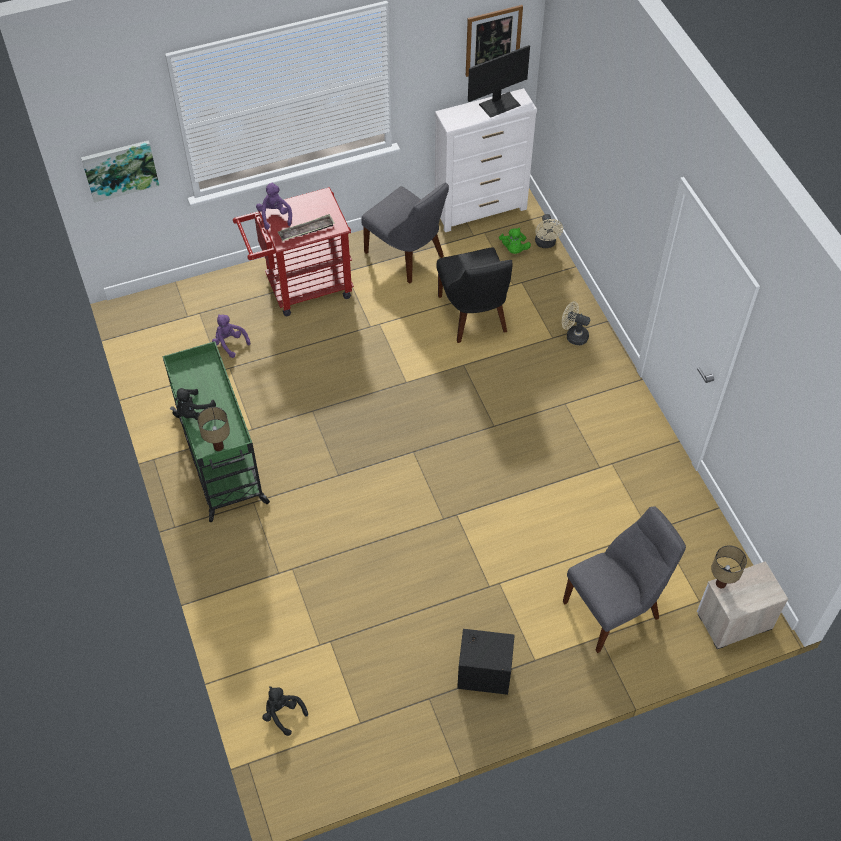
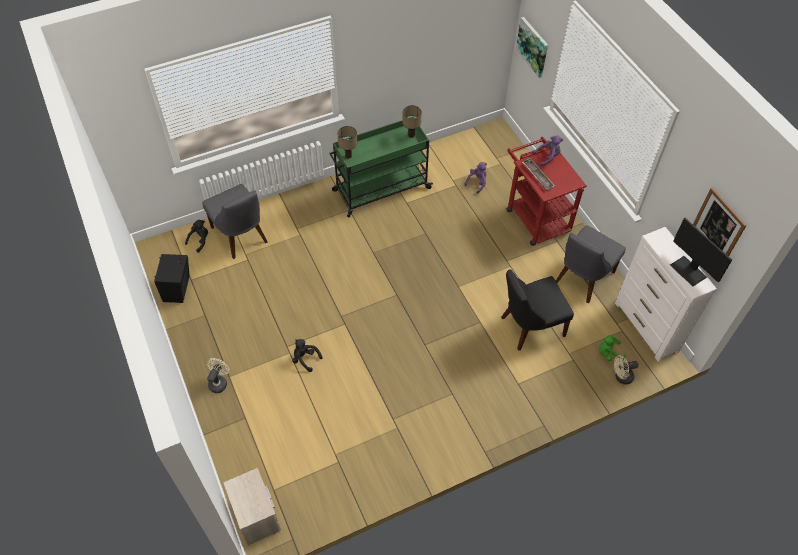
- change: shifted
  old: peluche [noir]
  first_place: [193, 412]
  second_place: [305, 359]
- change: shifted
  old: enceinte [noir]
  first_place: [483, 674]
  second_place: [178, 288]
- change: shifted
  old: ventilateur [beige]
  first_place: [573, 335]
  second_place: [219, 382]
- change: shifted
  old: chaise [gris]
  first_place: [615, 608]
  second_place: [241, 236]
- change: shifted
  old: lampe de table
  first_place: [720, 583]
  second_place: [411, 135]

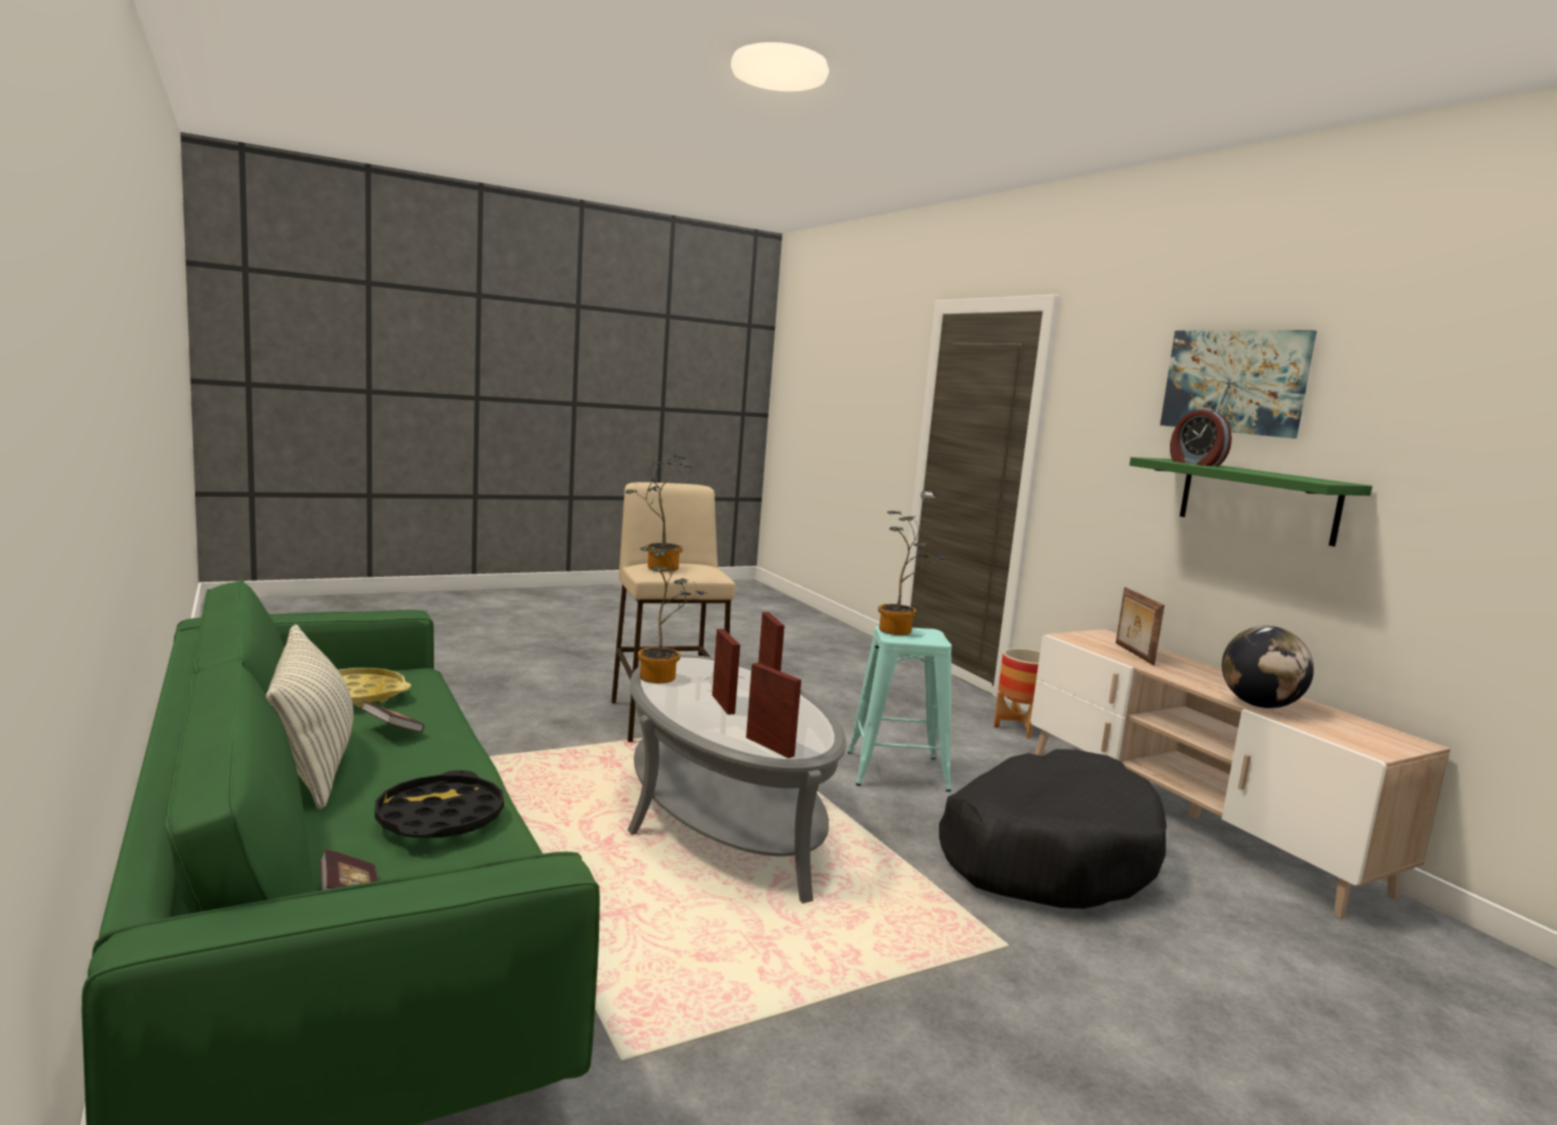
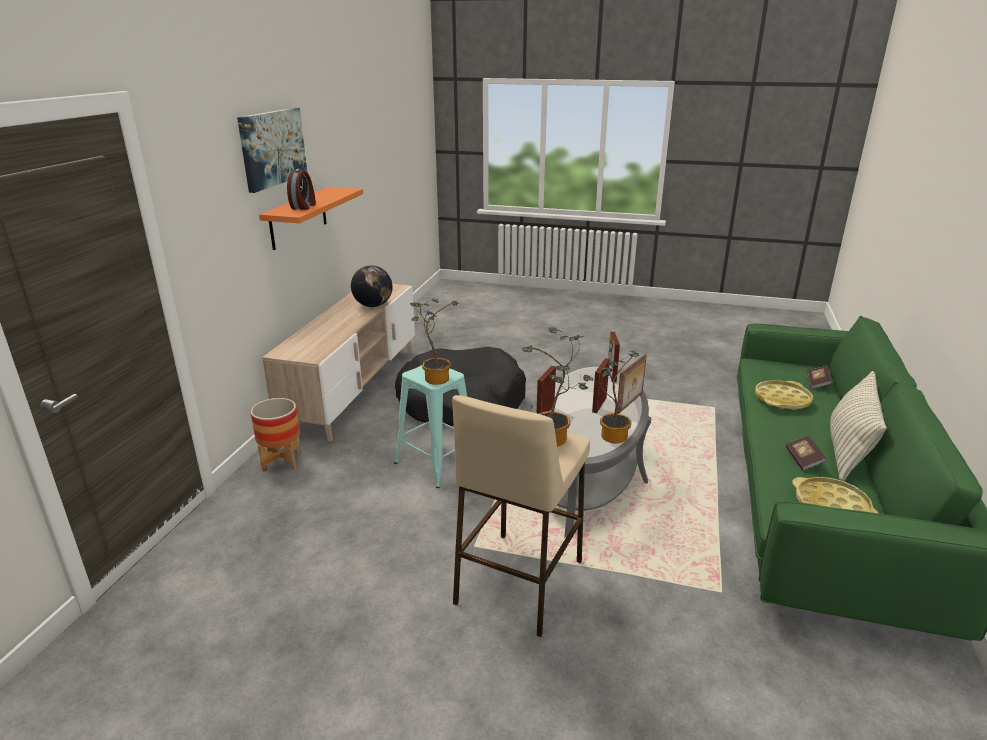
- change: shifted
  old: cadre photo
  first_place: [1132, 653]
  second_place: [630, 404]
- change: repainted
  old: plateau [noir]
  new: plateau [jaune]
  first_place: [440, 817]
  second_place: [782, 399]
- change: repainted
  old: étagère [vert]
  new: étagère [orange]
  first_place: [1257, 500]
  second_place: [298, 217]

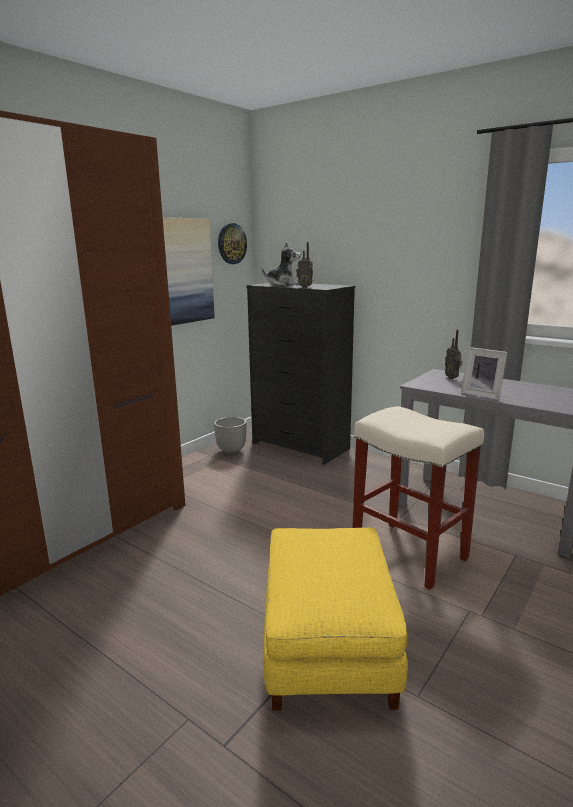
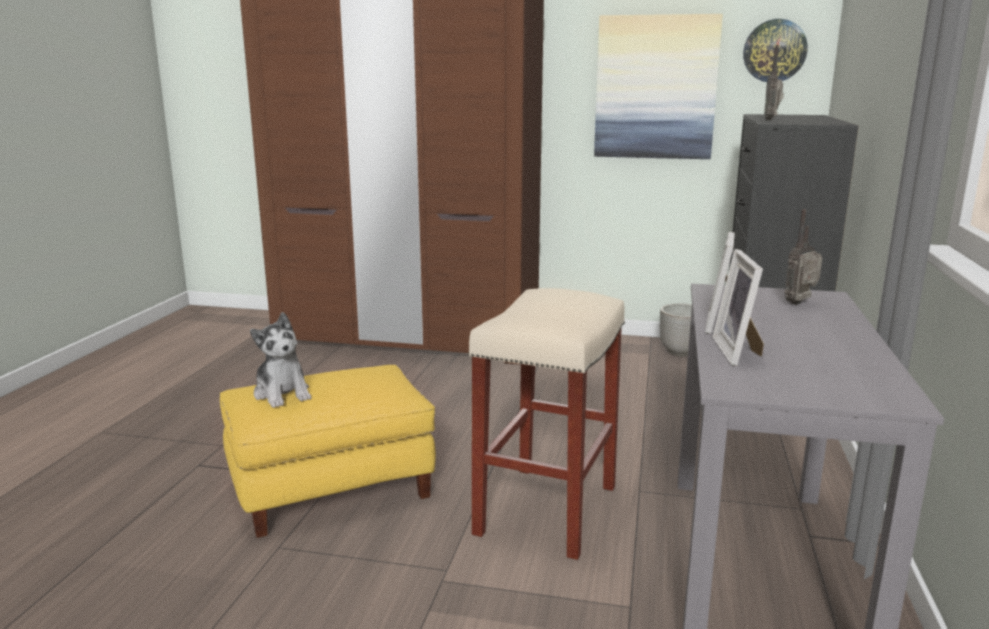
- change: new
  new: cadre photo
  second_place: [739, 351]
- change: shifted
  old: peluche
  first_place: [283, 284]
  second_place: [282, 393]

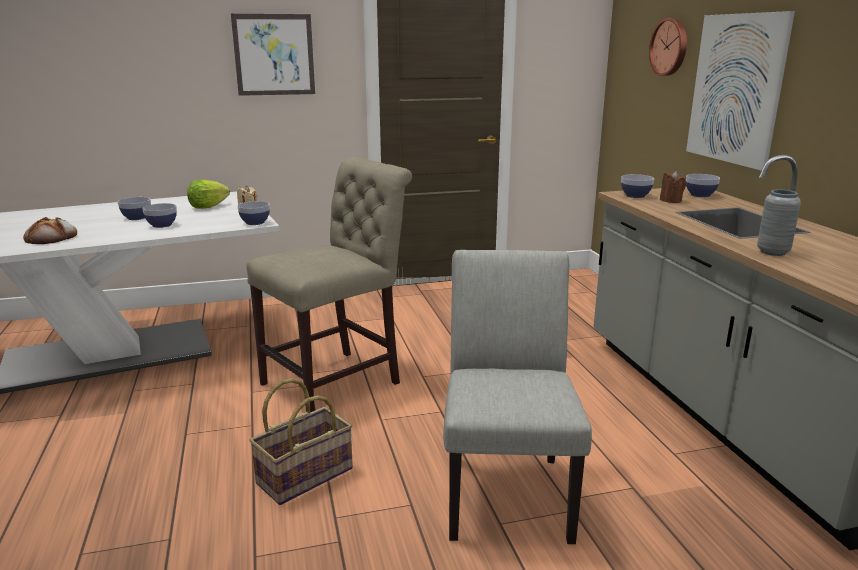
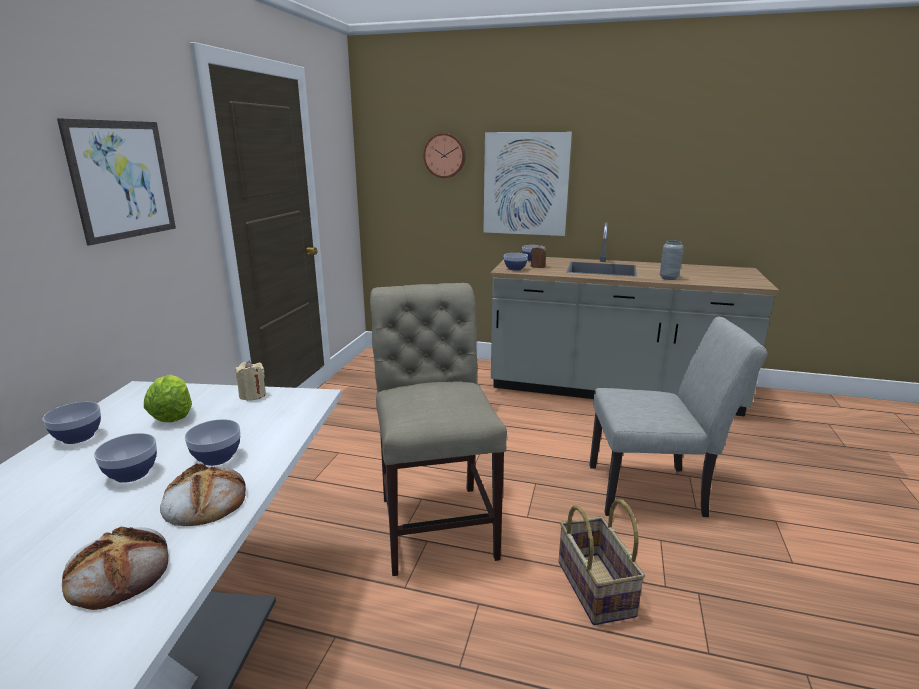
- change: new
  new: pain
  second_place: [204, 501]
- change: shifted
  old: bol
  first_place: [255, 222]
  second_place: [78, 437]
- change: rotated
  old: chaise [gris]
  first_place: [507, 488]
  second_place: [655, 491]
  degrees: 150

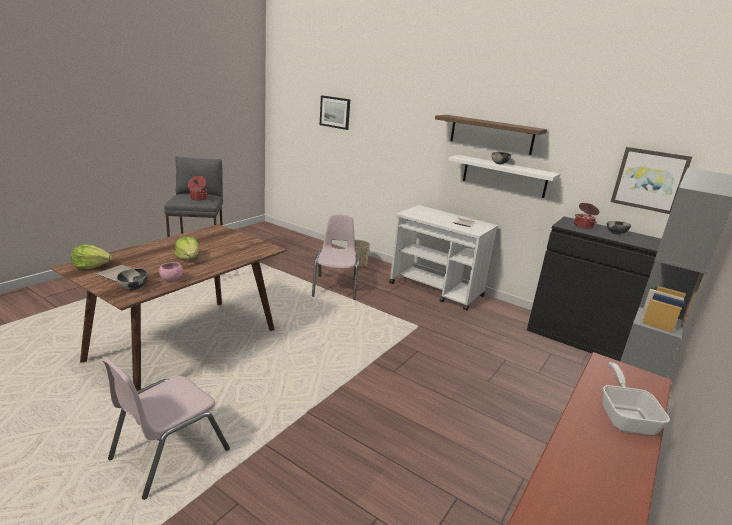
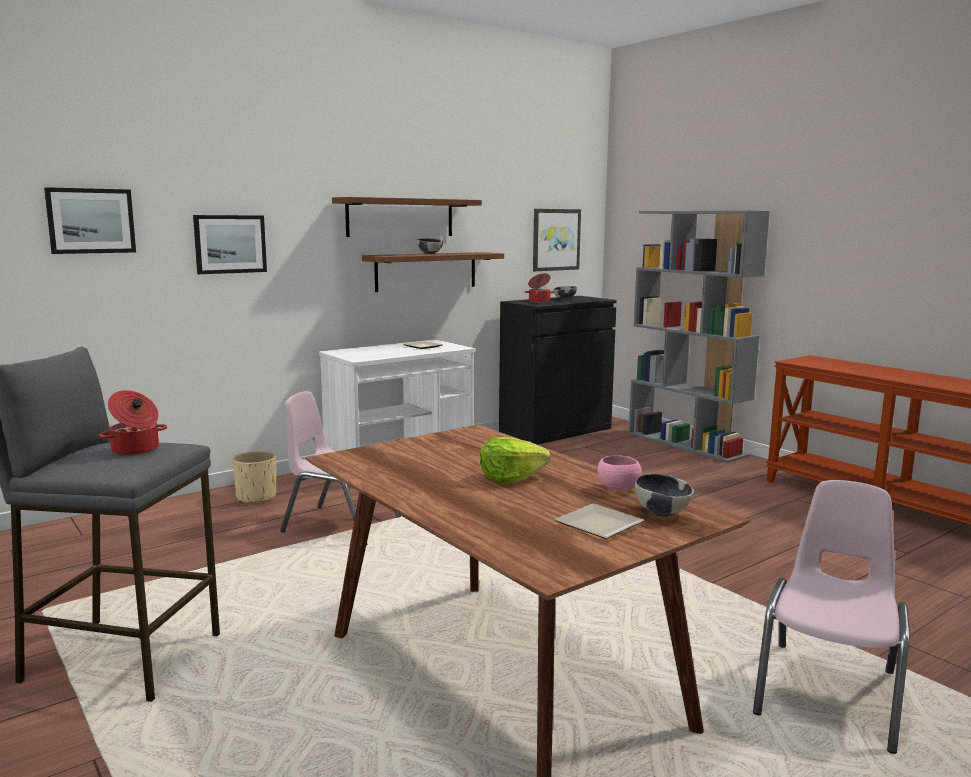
- change: gone
  old: laitue
  first_place: [91, 266]
- change: gone
  old: poêle
  first_place: [625, 416]
- change: new
  new: tableau
  second_place: [230, 244]
- change: repainted
  old: étagère [blanc]
  new: étagère [marron]
  first_place: [504, 176]
  second_place: [426, 271]
- change: rotated
  old: chaise [rose]
  first_place: [168, 454]
  second_place: [829, 693]
  degrees: -120

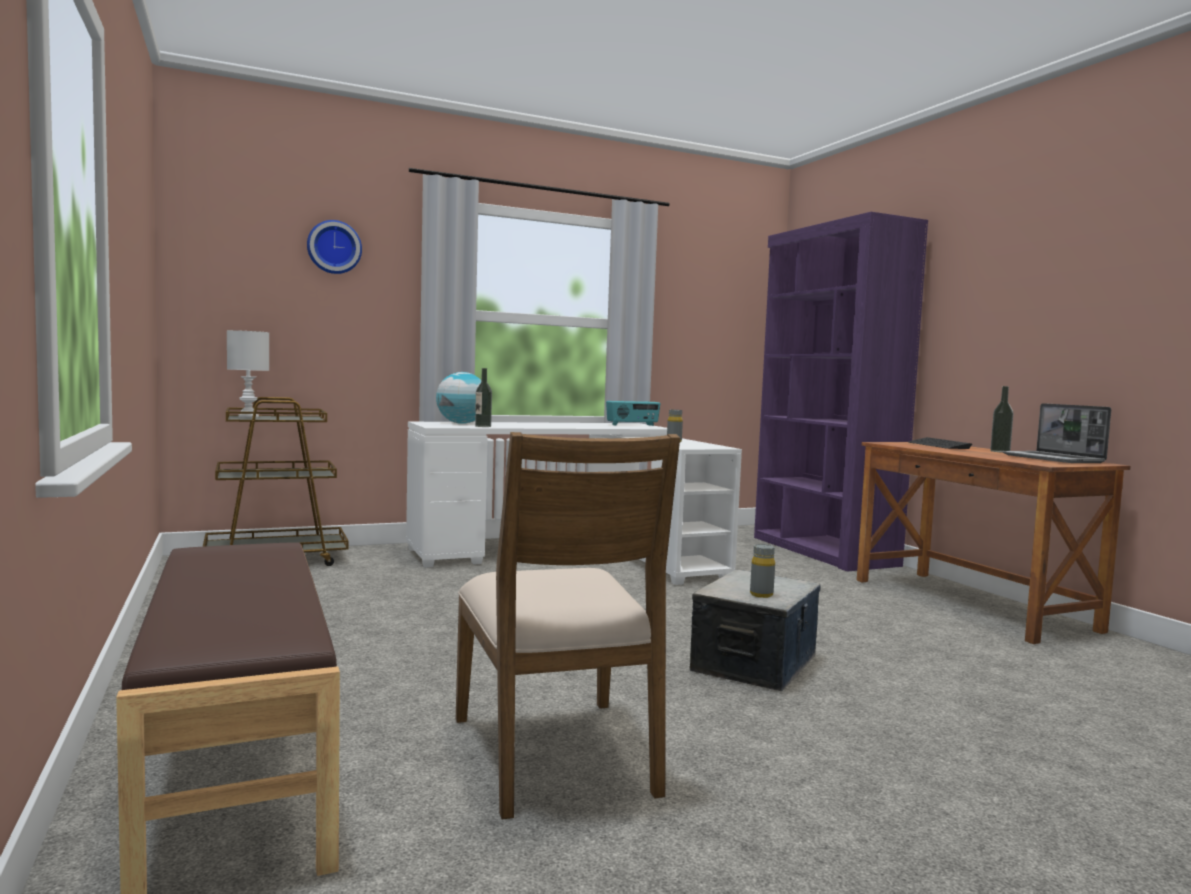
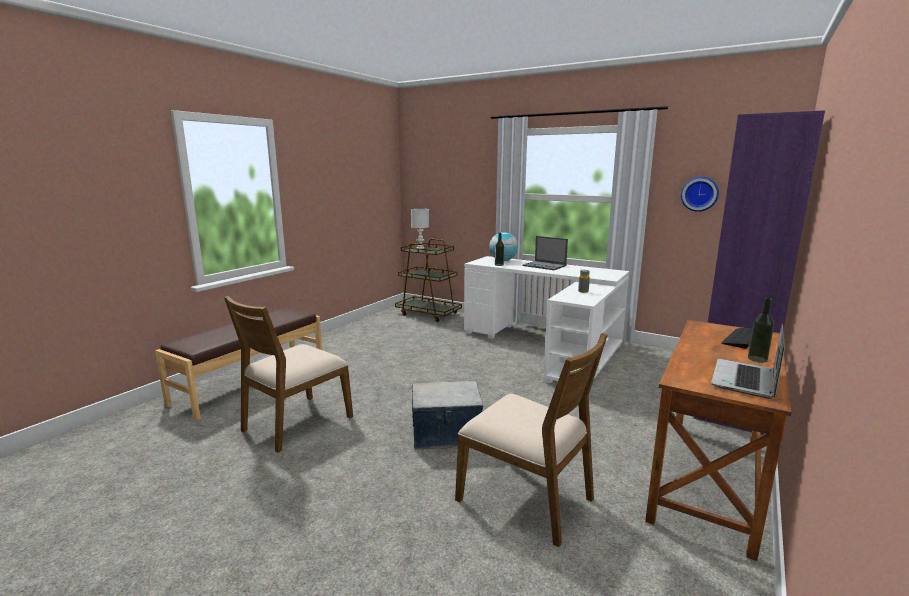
- change: gone
  old: radio
  first_place: [632, 425]
- change: gone
  old: bouteille [gris]
  first_place: [761, 594]
- change: new
  new: chaise [marron]
  second_place: [527, 498]
- change: new
  new: ordinateur portable
  second_place: [545, 266]
- change: shifted
  old: horloge murale
  first_place: [334, 247]
  second_place: [699, 194]

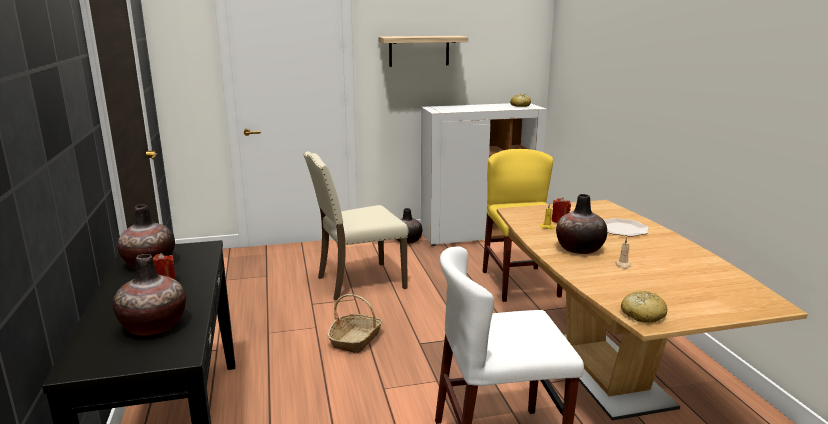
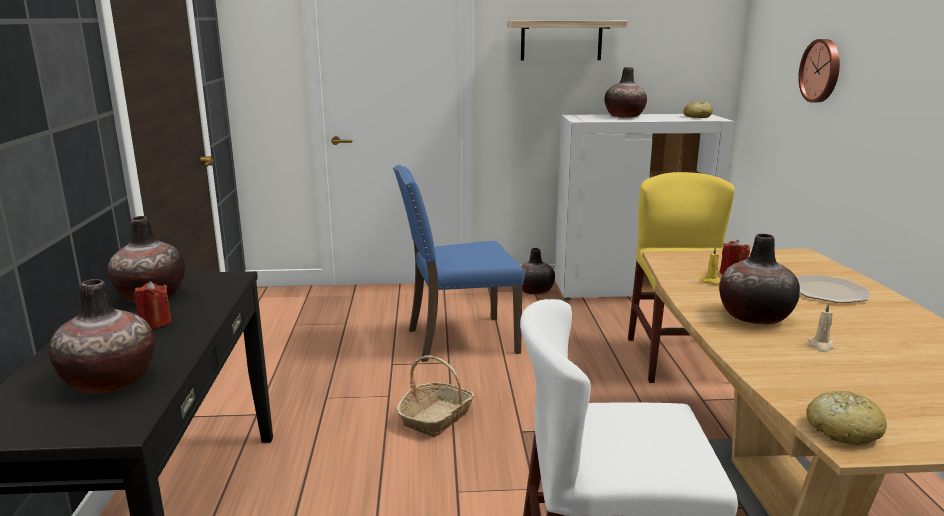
- change: new
  new: vase
  second_place: [624, 116]
- change: new
  new: horloge murale
  second_place: [822, 71]
- change: repainted
  old: chaise [beige]
  new: chaise [bleu]
  first_place: [358, 282]
  second_place: [459, 340]

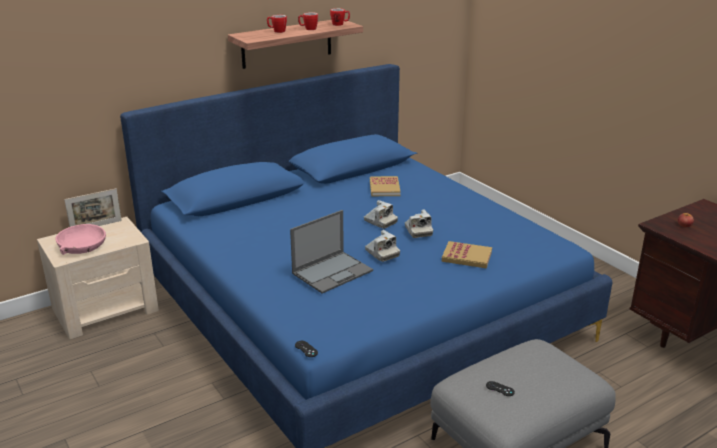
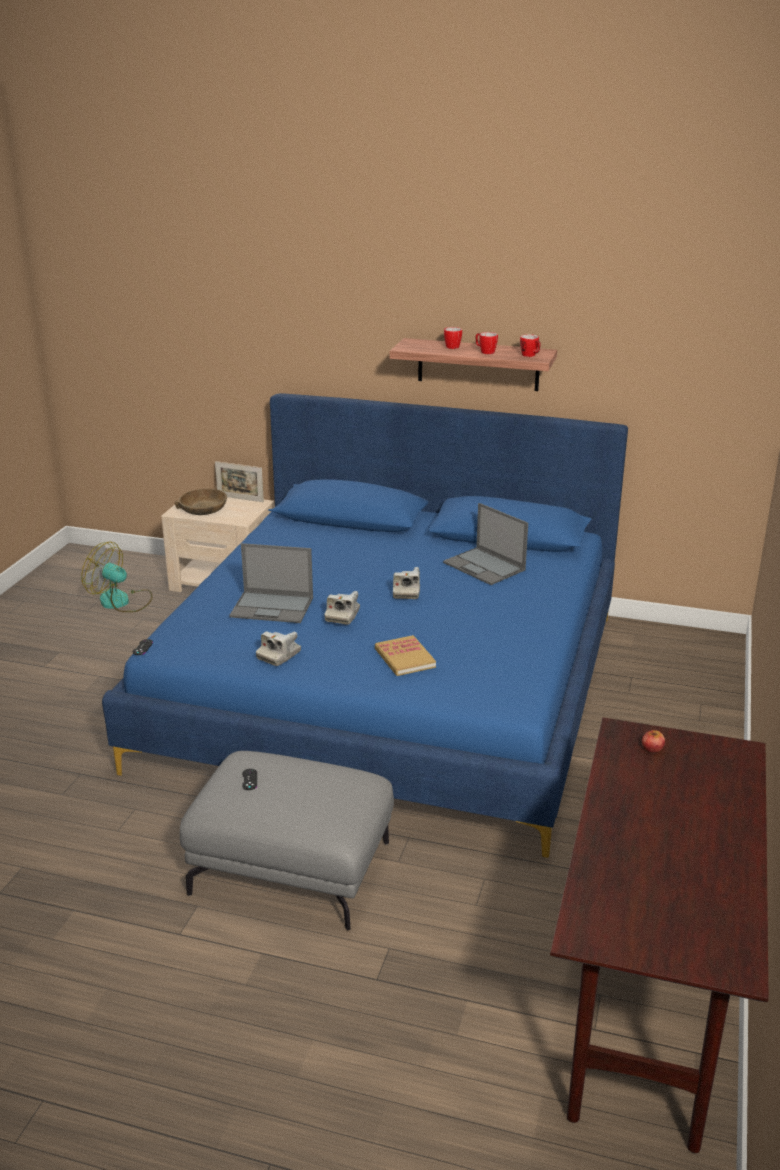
- change: new
  new: ventilateur
  second_place: [121, 602]
- change: shifted
  old: appareil photo
  first_place: [418, 231]
  second_place: [279, 655]
- change: swapped
  old: livre
  new: ordinateur portable
  first_place: [384, 188]
  second_place: [485, 566]
- change: repainted
  old: bol [rose]
  new: bol [marron]
  first_place: [82, 246]
  second_place: [203, 509]

